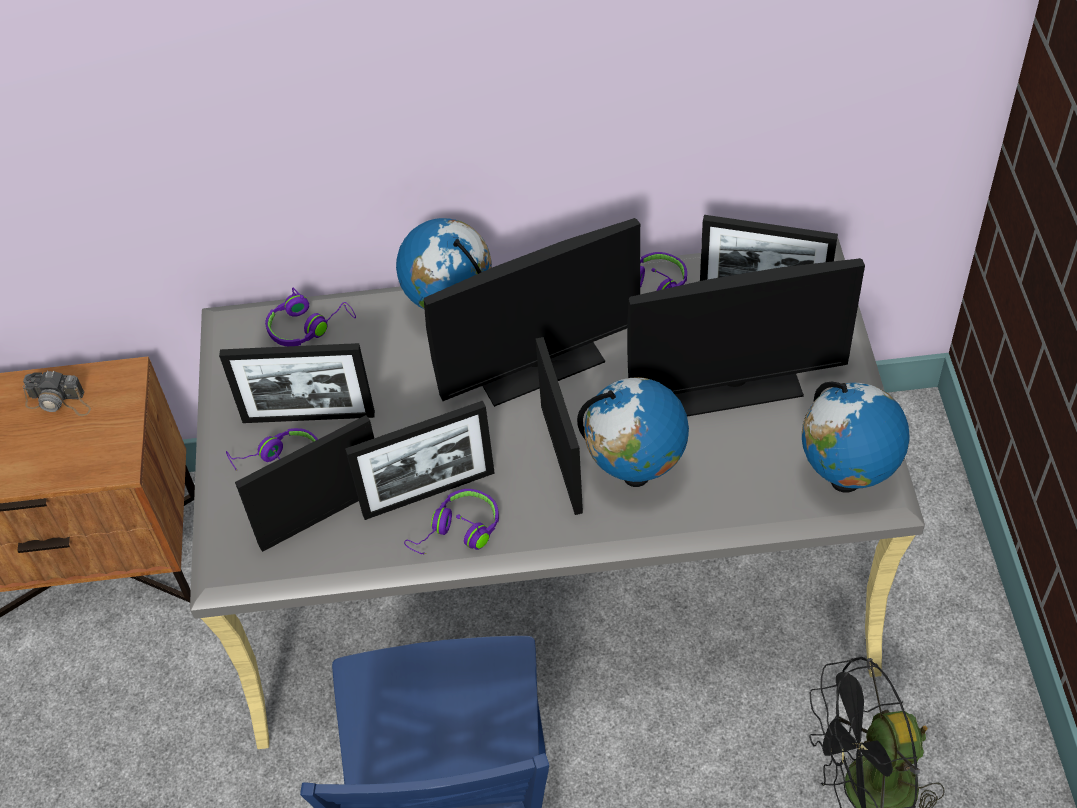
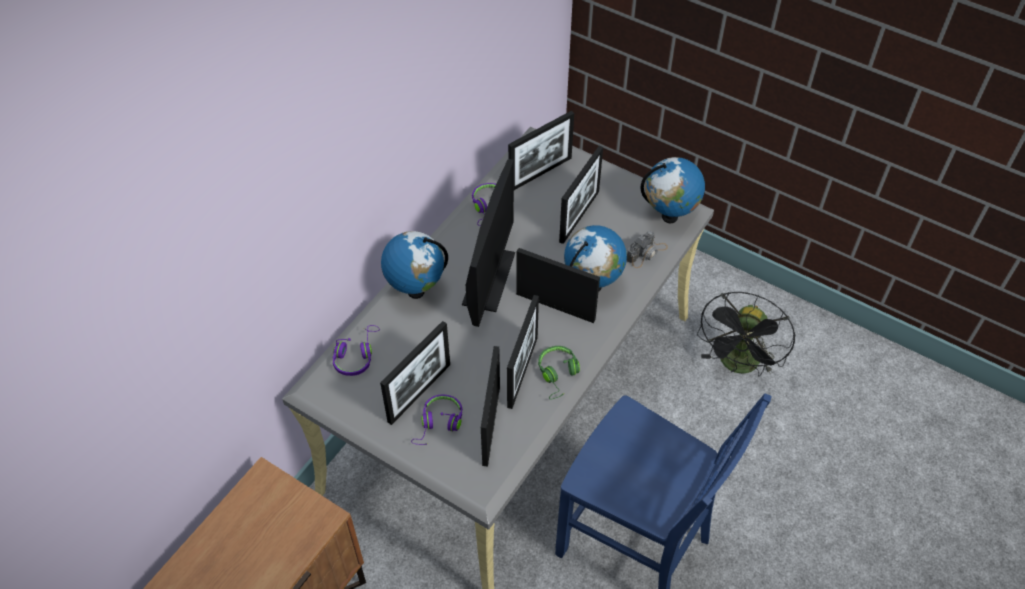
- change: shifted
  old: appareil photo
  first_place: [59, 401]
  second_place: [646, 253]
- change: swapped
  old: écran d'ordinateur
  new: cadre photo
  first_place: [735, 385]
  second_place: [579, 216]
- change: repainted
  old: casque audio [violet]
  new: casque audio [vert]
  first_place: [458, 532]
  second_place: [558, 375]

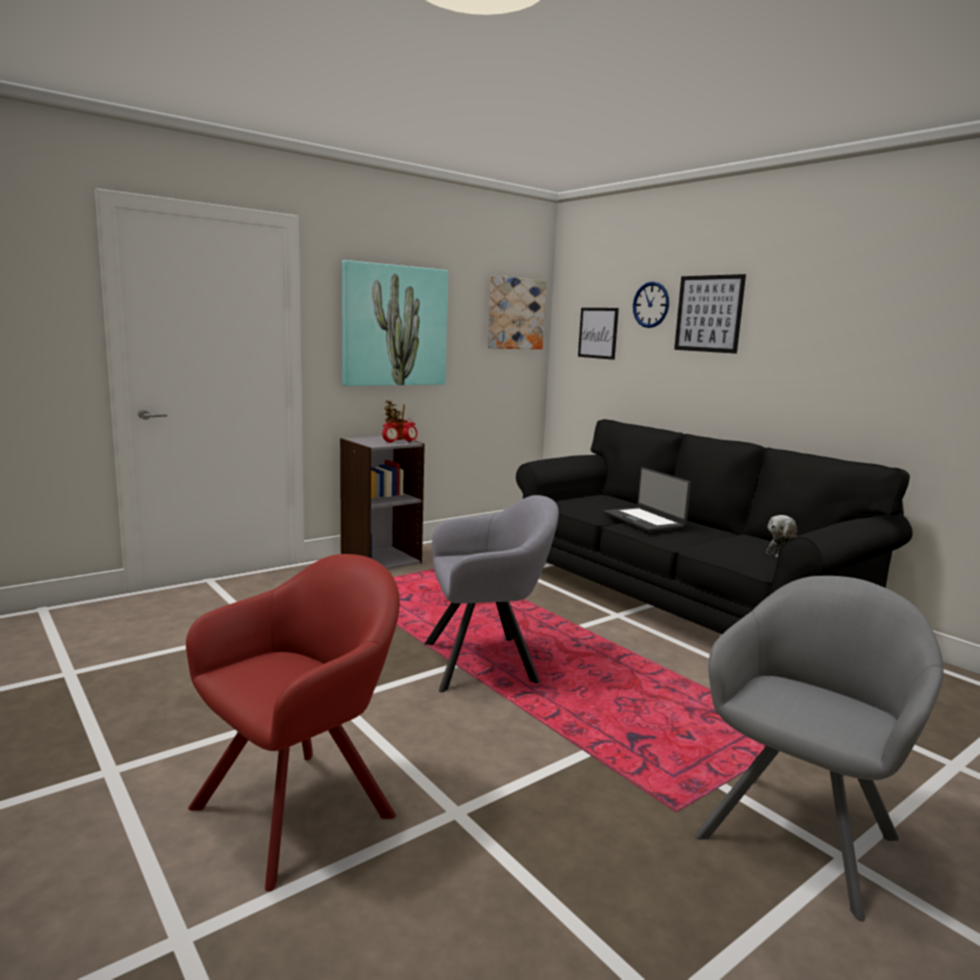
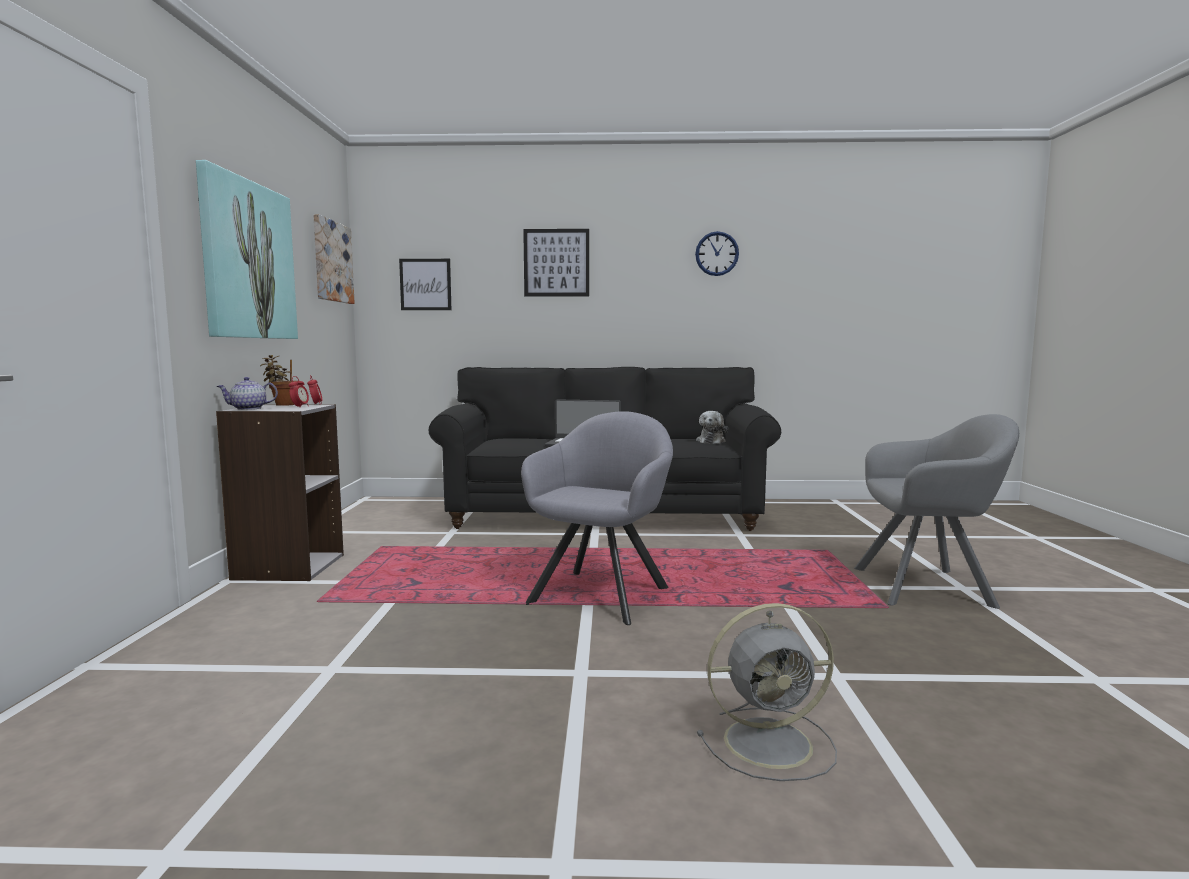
- change: new
  new: théière
  second_place: [248, 409]
- change: shifted
  old: horloge murale
  first_place: [651, 304]
  second_place: [717, 253]
- change: swapped
  old: fauteuil [rouge]
  new: ventilateur [gris]
  first_place: [303, 806]
  second_place: [771, 742]
- change: rotated
  old: fauteuil [gris]
  first_place: [802, 831]
  second_place: [930, 587]
  degrees: 105

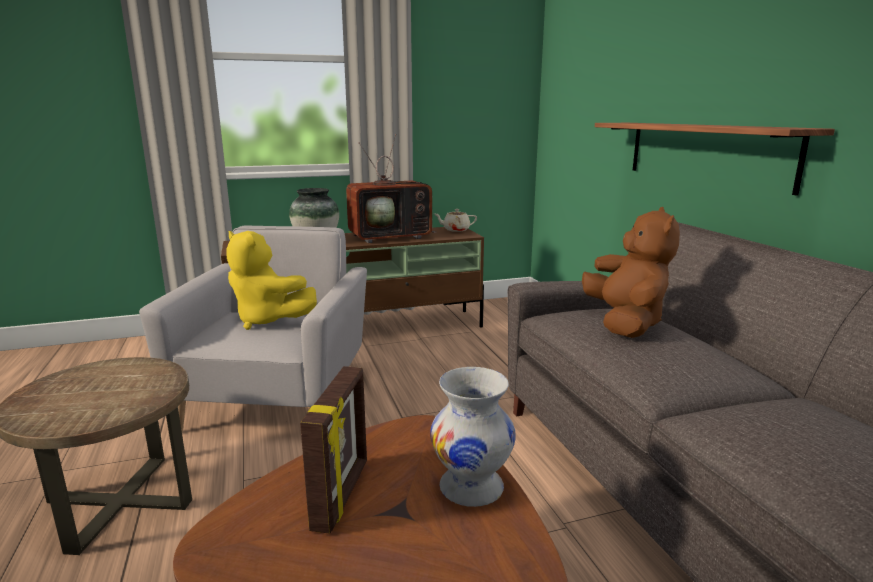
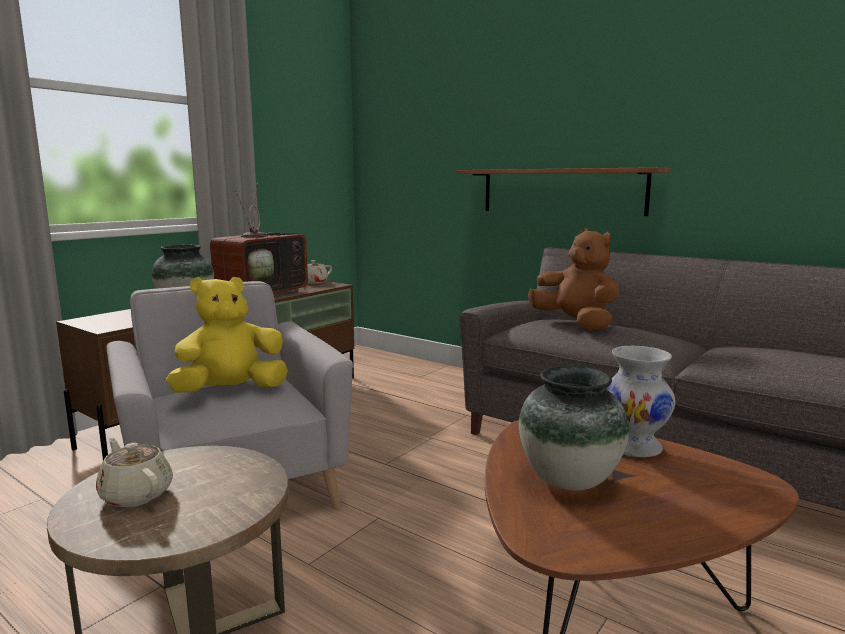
- change: new
  new: théière [beige]
  second_place: [136, 494]
- change: swapped
  old: cadre photo
  new: vase
  first_place: [342, 495]
  second_place: [568, 480]
- change: rotated
  old: peluche [jaune]
  first_place: [268, 320]
  second_place: [231, 391]
  degrees: 150

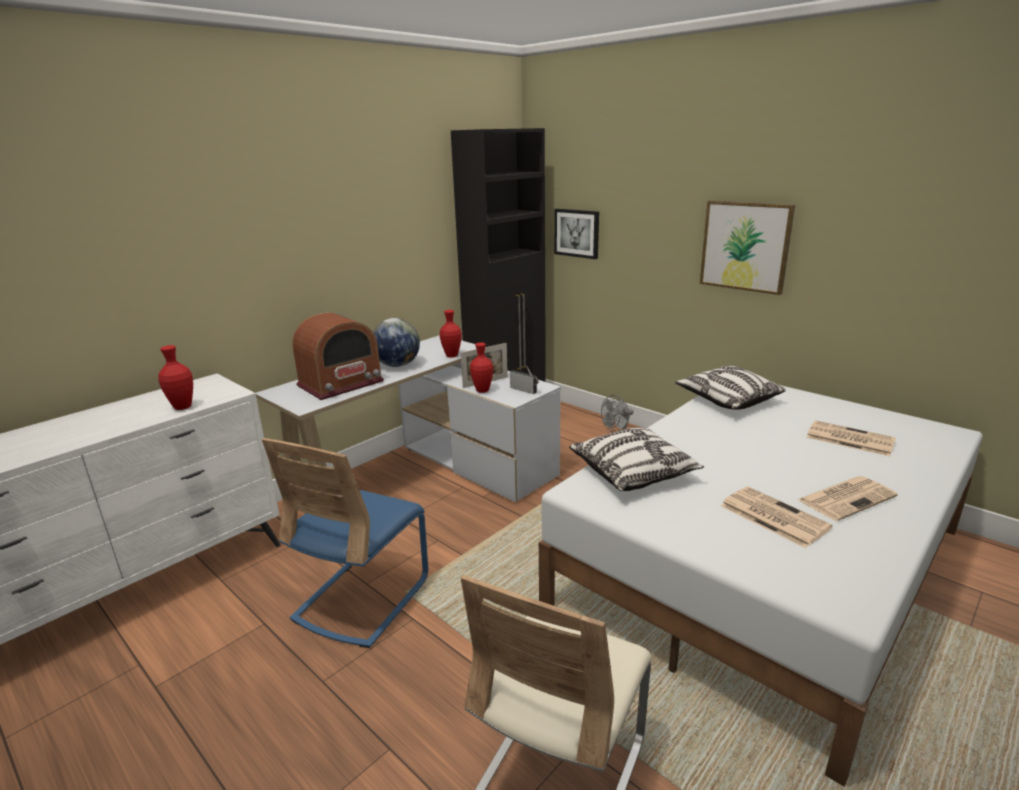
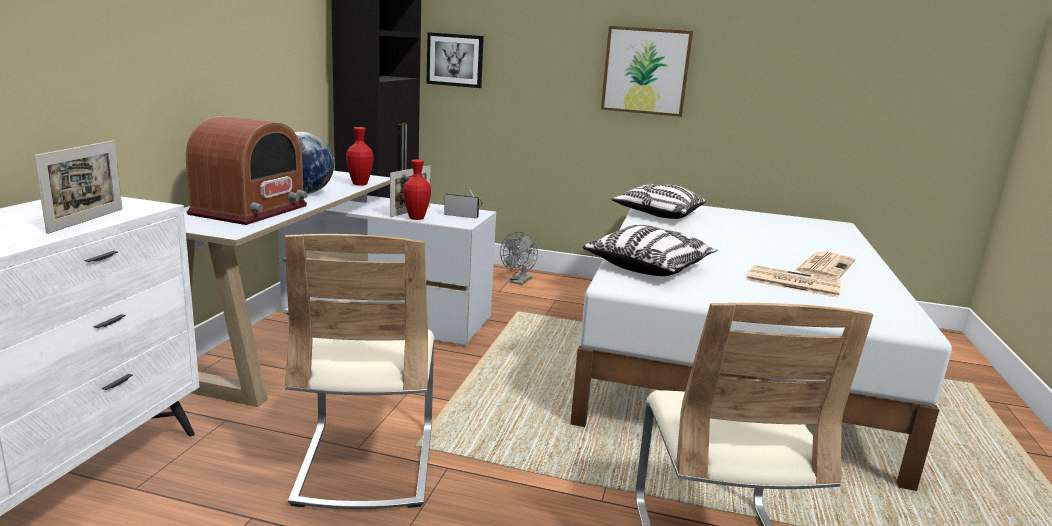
- change: gone
  old: journal
  first_place: [848, 439]
- change: swapped
  old: vase [rouge]
  new: cadre photo
  first_place: [183, 407]
  second_place: [86, 220]
- change: repainted
  old: chaise [bleu]
  new: chaise [beige]
  first_place: [362, 598]
  second_place: [366, 463]

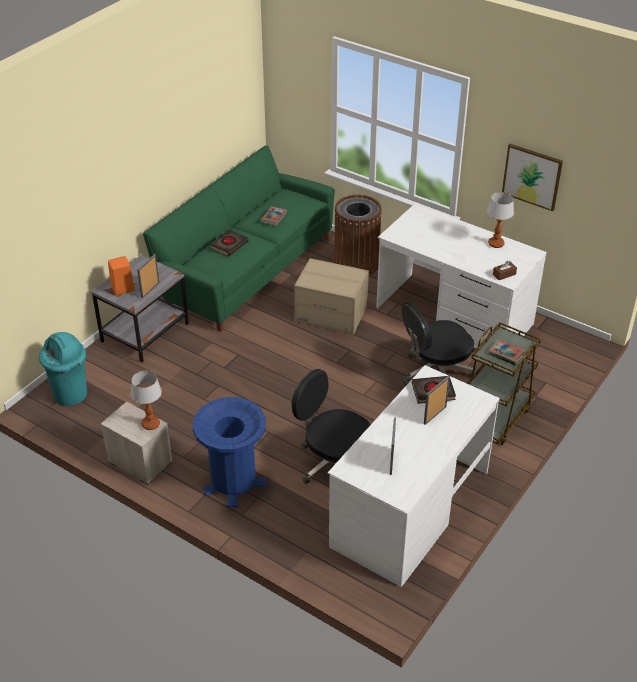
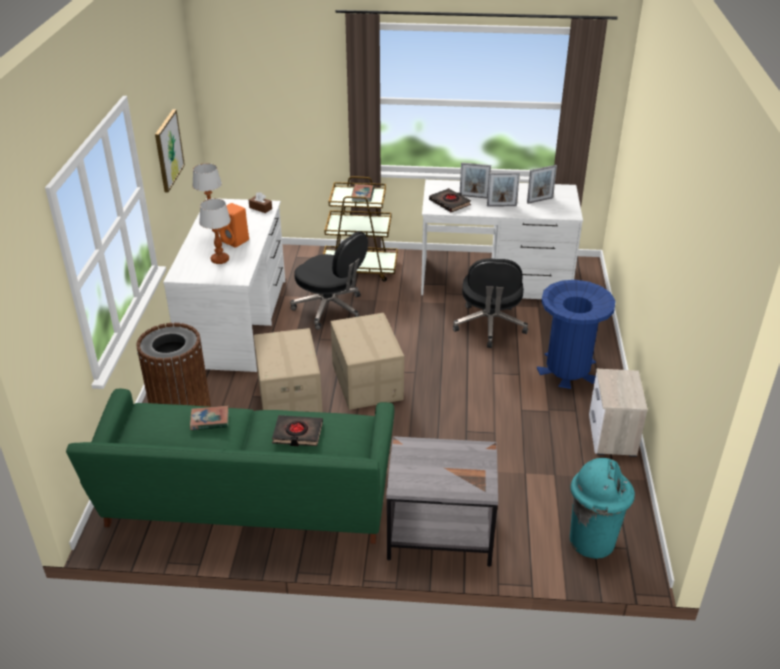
- change: new
  new: carton
  second_place: [368, 382]
- change: shifted
  old: enceinte [orange]
  first_place: [122, 288]
  second_place: [236, 241]
- change: shifted
  old: lampe de table
  first_place: [150, 424]
  second_place: [219, 260]
- change: shifted
  old: cadre photo
  first_place: [150, 290]
  second_place: [501, 206]

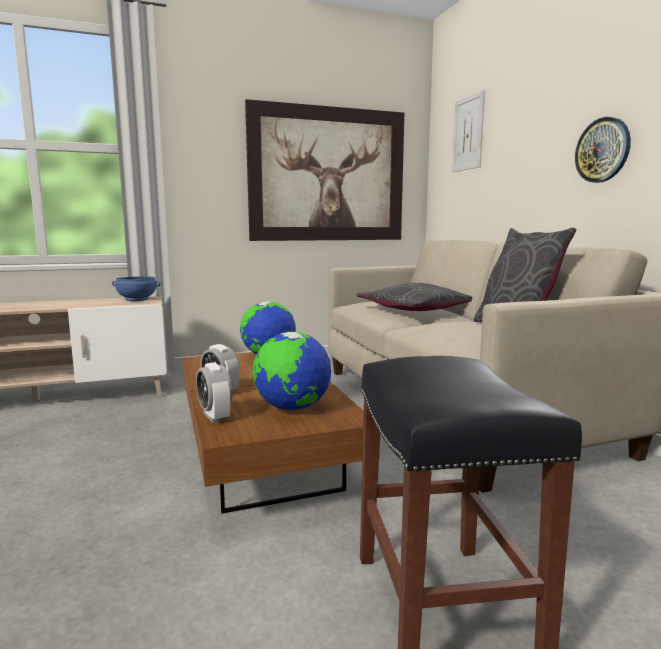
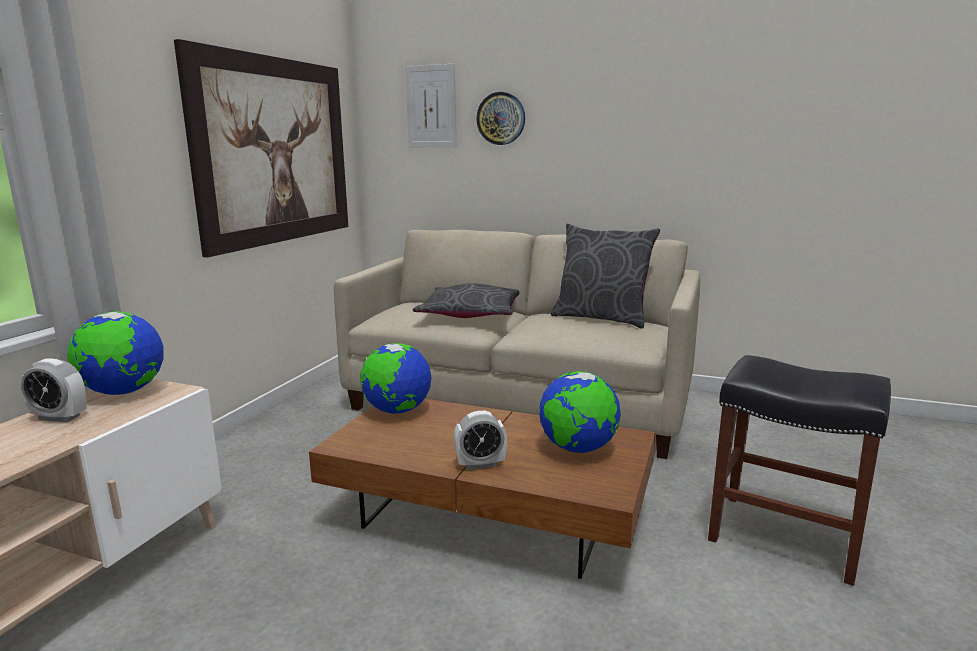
- change: shifted
  old: réveil
  first_place: [215, 416]
  second_place: [59, 417]
- change: shifted
  old: horloge murale
  first_place: [603, 150]
  second_place: [501, 118]
- change: swapped
  old: bol [bleu]
  new: globe
  first_place: [137, 299]
  second_place: [123, 392]

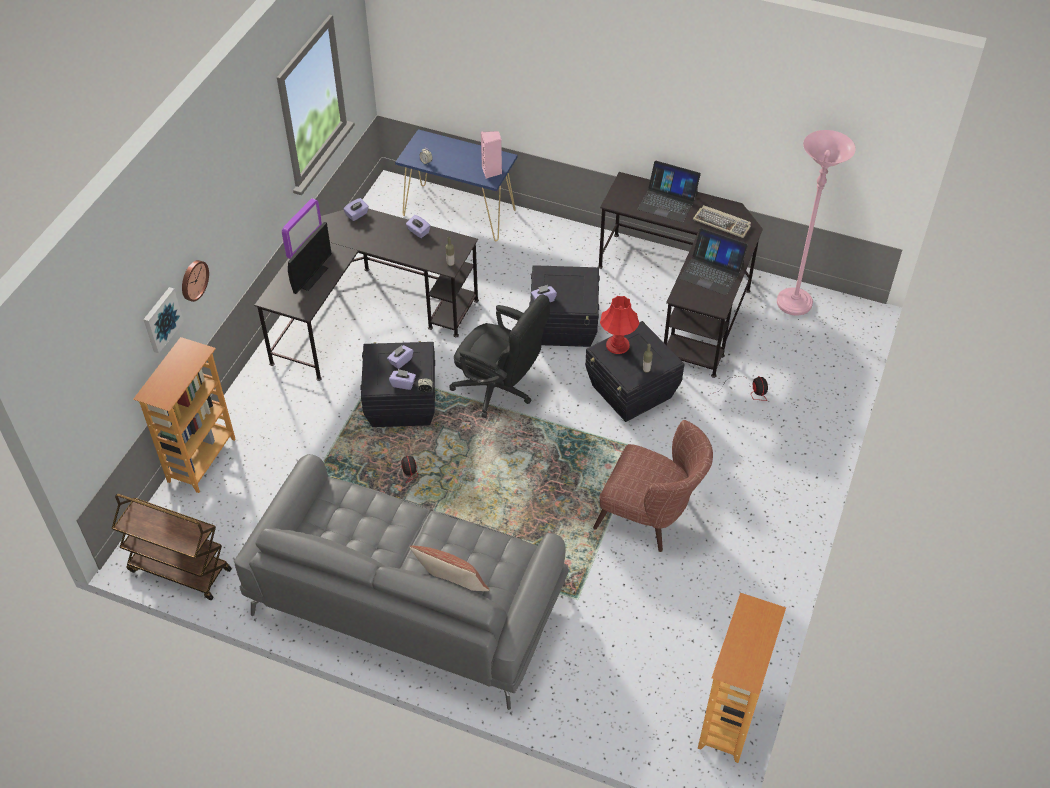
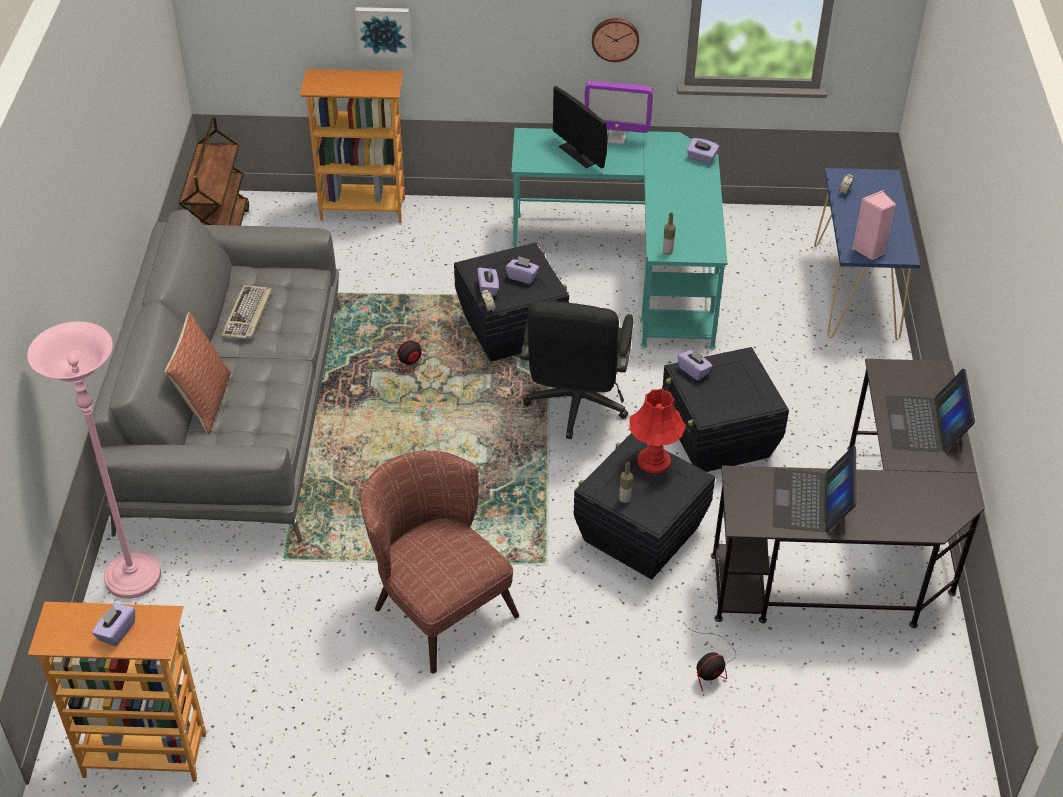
- change: shifted
  old: horloge murale
  first_place: [193, 280]
  second_place: [615, 38]
- change: shifted
  old: boîte à mouchoirs [violet]
  first_place: [418, 232]
  second_place: [116, 631]
- change: shifted
  old: clavier
  first_place: [722, 223]
  second_place: [248, 315]
- change: shifted
  old: lampadaire [rose]
  first_place: [794, 303]
  second_place: [133, 577]
- change: repainted
  old: bureau [noir]
  new: bureau [turquoise]
  first_place: [368, 315]
  second_place: [633, 264]
- change: rotated
  old: écran d'ordinateur
  first_place: [311, 276]
  second_place: [580, 153]
  degrees: 45
- change: rotated
  old: fauteuil [marron]
  first_place: [651, 516]
  second_place: [437, 603]
  degrees: 135

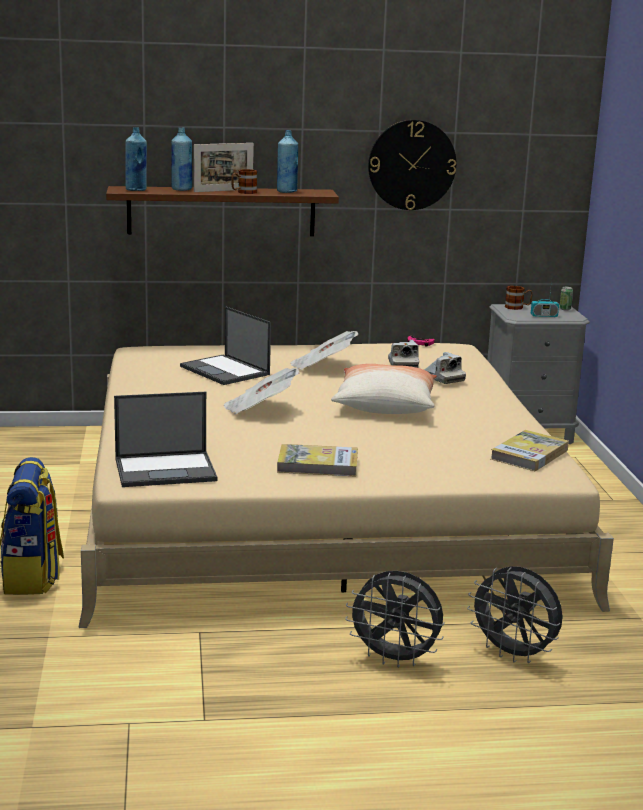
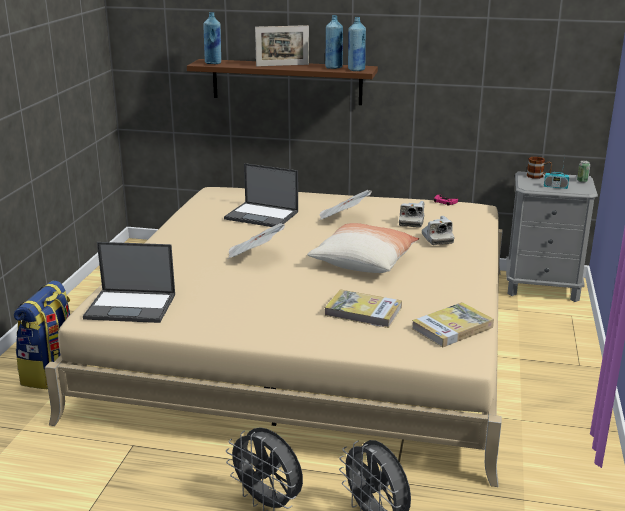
- change: gone
  old: mug
  first_place: [243, 192]
- change: gone
  old: horloge murale
  first_place: [412, 165]
- change: shifted
  old: bouteille [bleu]
  first_place: [181, 189]
  second_place: [356, 70]
- change: shifted
  old: livre
  first_place: [318, 464]
  second_place: [363, 312]
- change: rotated
  old: ordinateur portable
  first_place: [226, 371]
  second_place: [262, 215]
  degrees: -45

